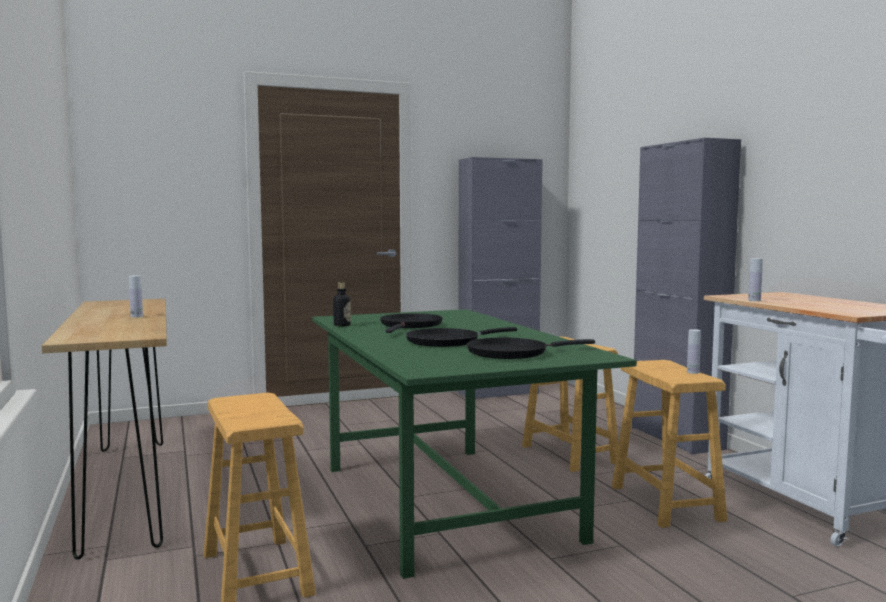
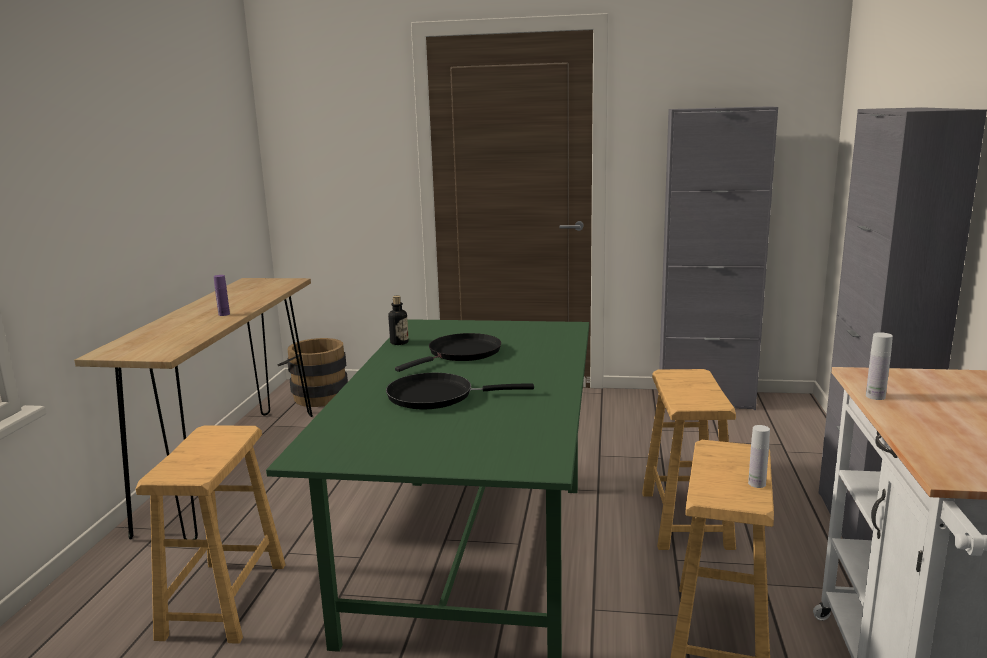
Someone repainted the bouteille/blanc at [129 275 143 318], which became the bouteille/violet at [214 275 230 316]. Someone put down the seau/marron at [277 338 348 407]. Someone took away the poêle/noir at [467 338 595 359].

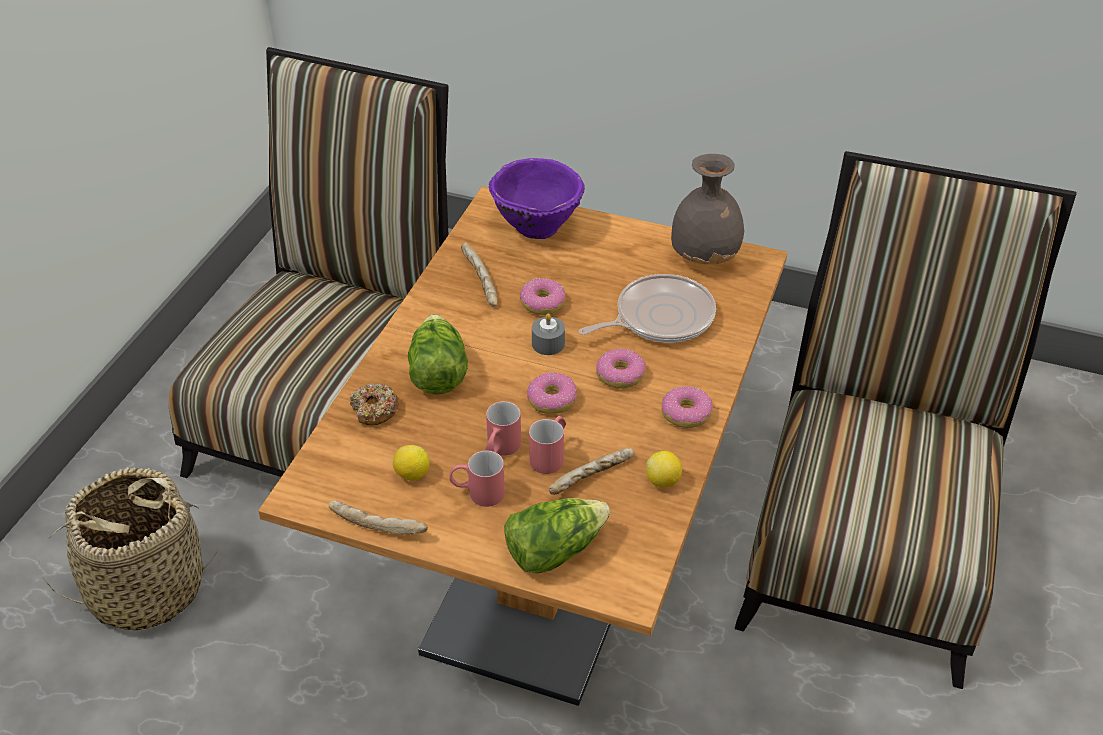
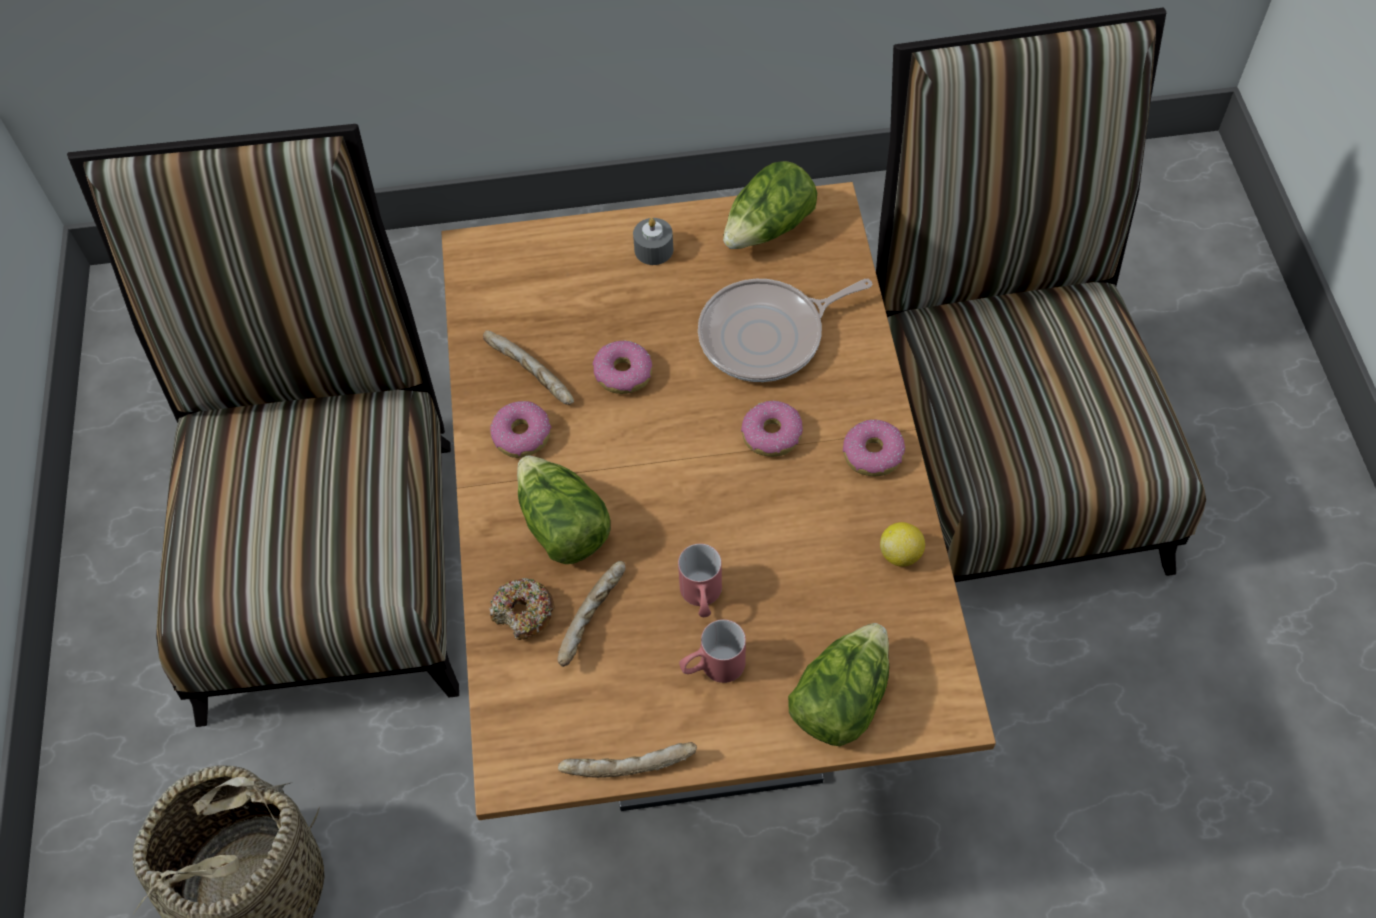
Someone carried the beignet from [527 372 577 414] to [490 401 551 458]. Someone carried the pain from [549 448 635 495] to [557 561 625 667]. Someone carried the bougie/gris from [532 313 565 355] to [633 218 673 265]. Someone rotated the poêle at [578 274 716 343] by 150 degrees counterclockwise. Someone swapped the vase/gris at [671 154 744 264] for the laitue at [723 161 817 249]. Someone took away the citron at [393 445 430 481]. Someone took away the bol/violet at [489 158 585 239]. Someone took away the mug/rouge at [529 416 566 474].

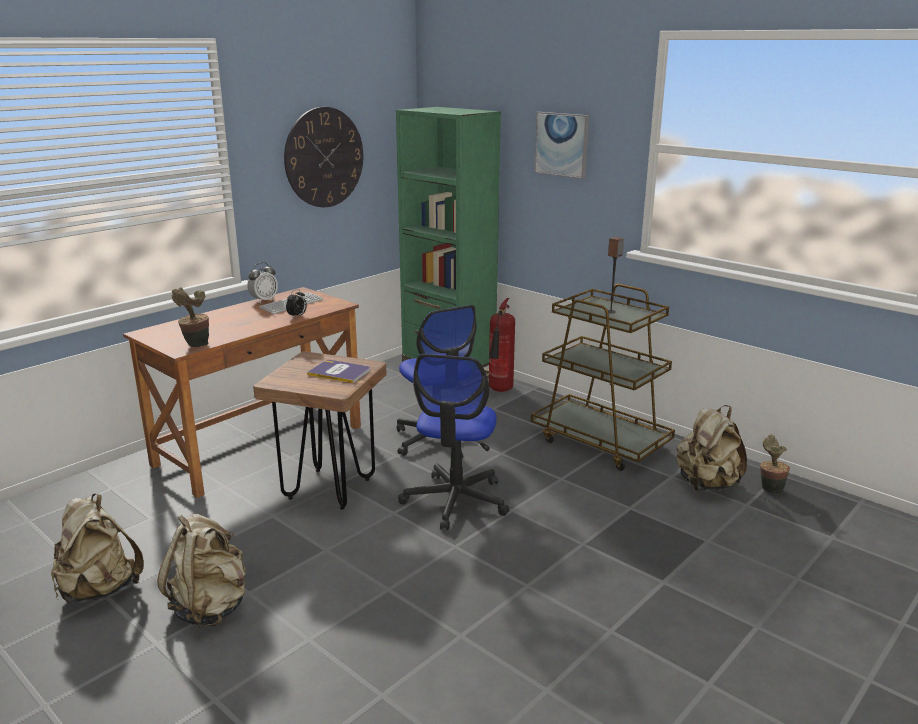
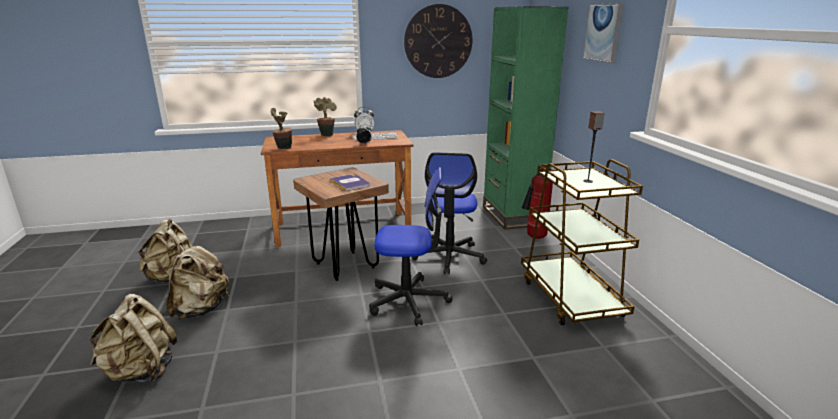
Someone carried the sac à dos/beige from [676 405 747 492] to [88 294 178 382]. Someone carried the plante en pot from [760 434 790 495] to [314 97 337 137]. Someone rotated the chaise de bureau at [398 354 510 530] by 135 degrees counterclockwise.

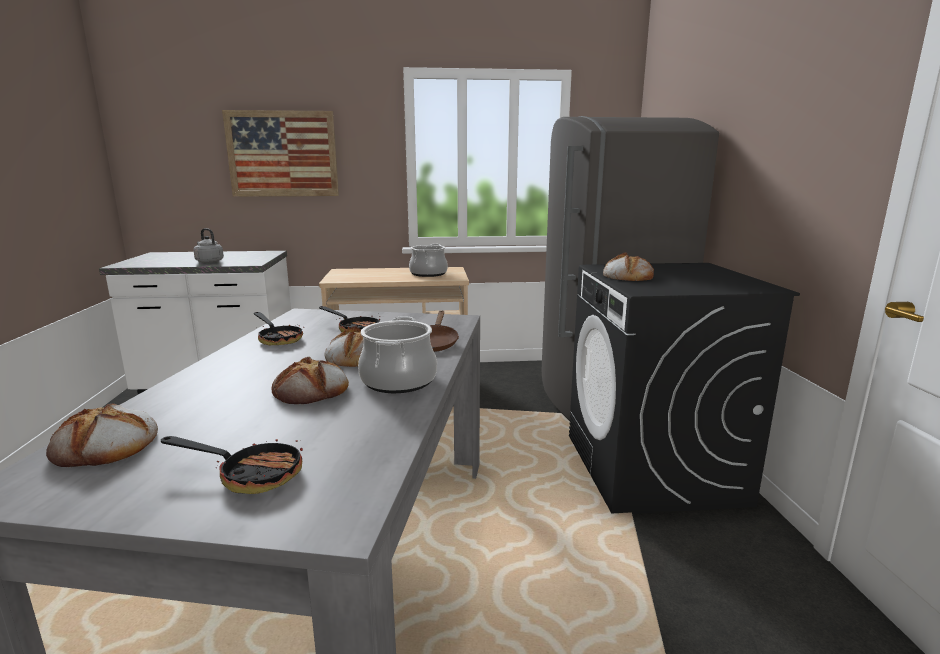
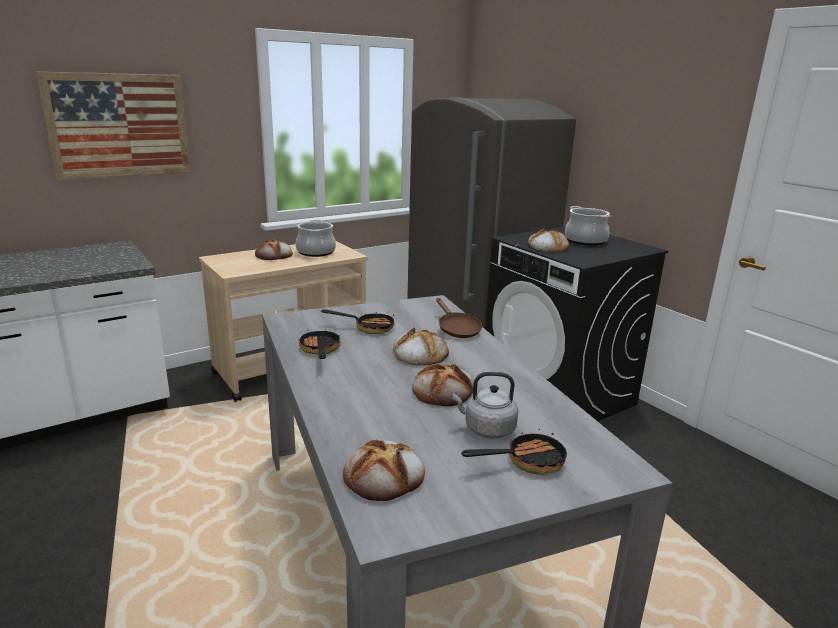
Someone put down the pain at [255 239 293 260]. Someone rotated the poêle at [254 312 304 345] by 120 degrees counterclockwise. Someone carried the bouilloire/gris from [193 228 224 263] to [452 372 518 439]. Someone carried the marmite from [358 316 437 393] to [565 206 610 246].

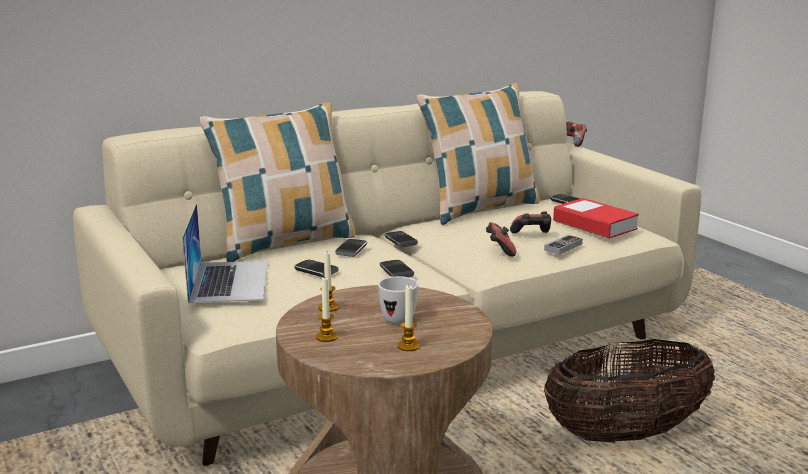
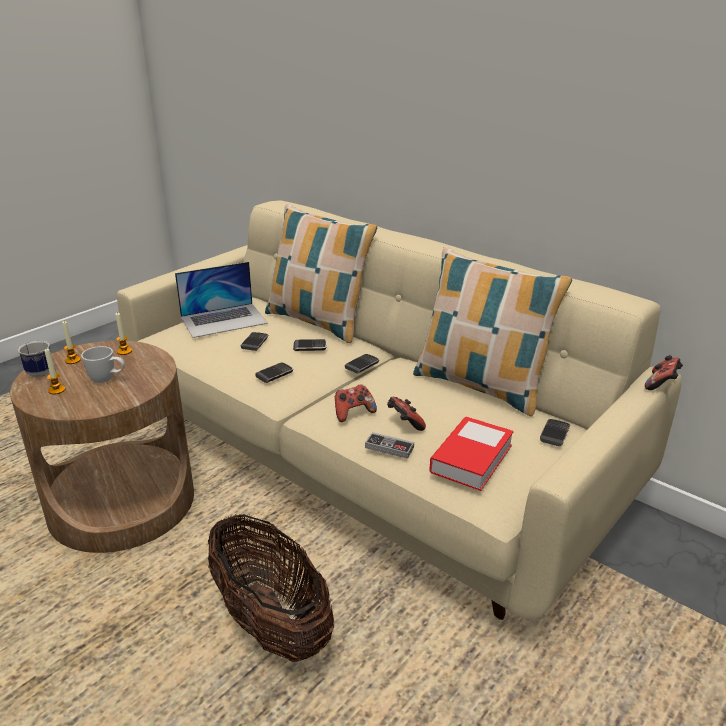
Someone put down the mug at [18 341 50 377].

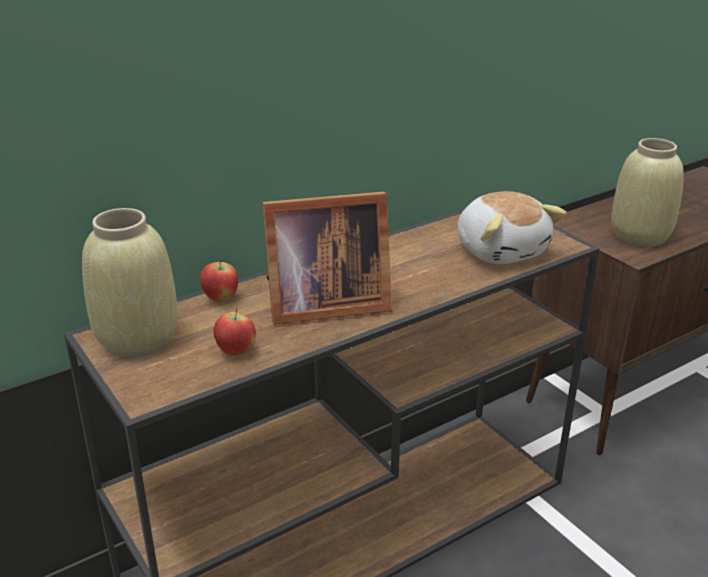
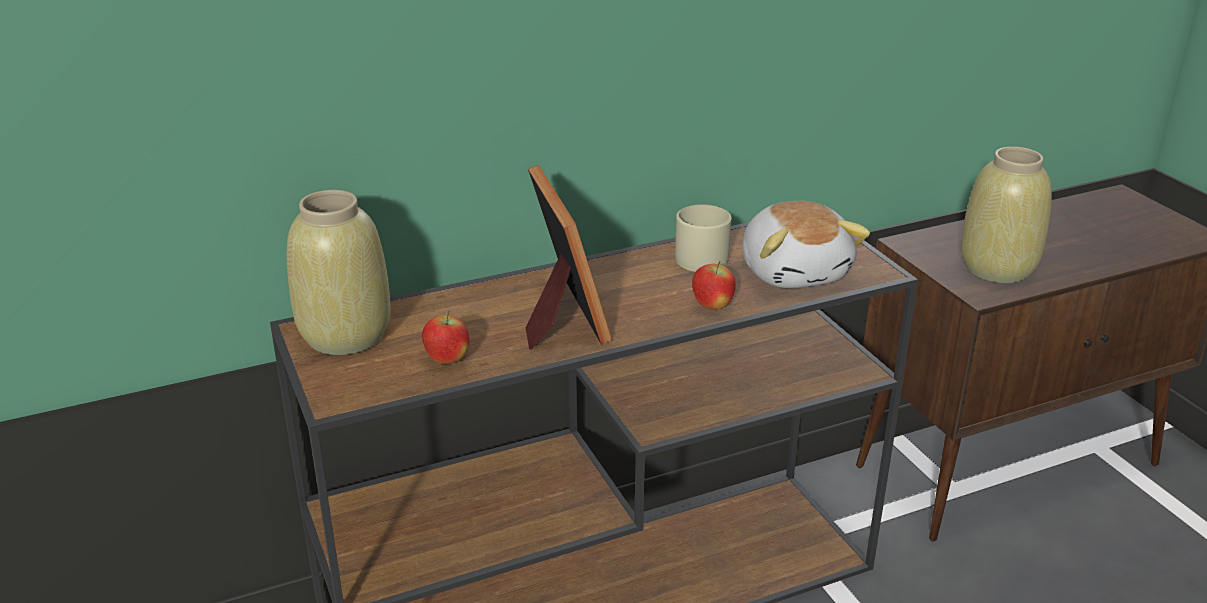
Someone rotated the cadre photo at [262 192 392 324] by 105 degrees counterclockwise. Someone put down the mug/beige at [675 204 732 272]. Someone carried the pomme from [200 259 238 301] to [692 261 736 310].

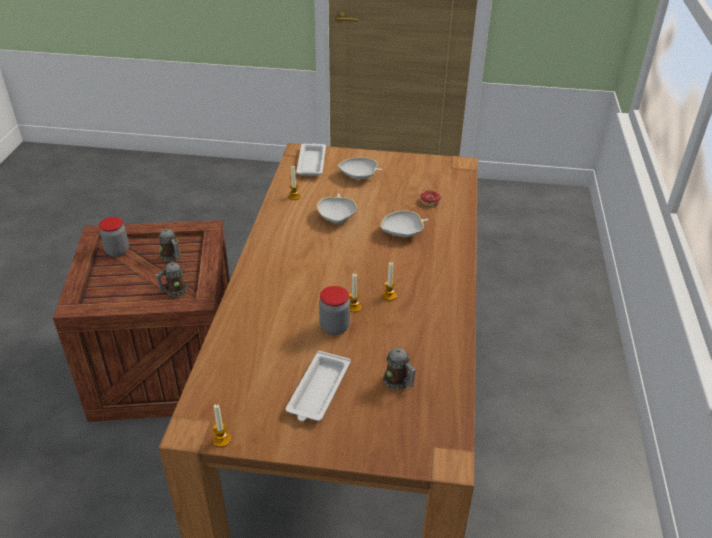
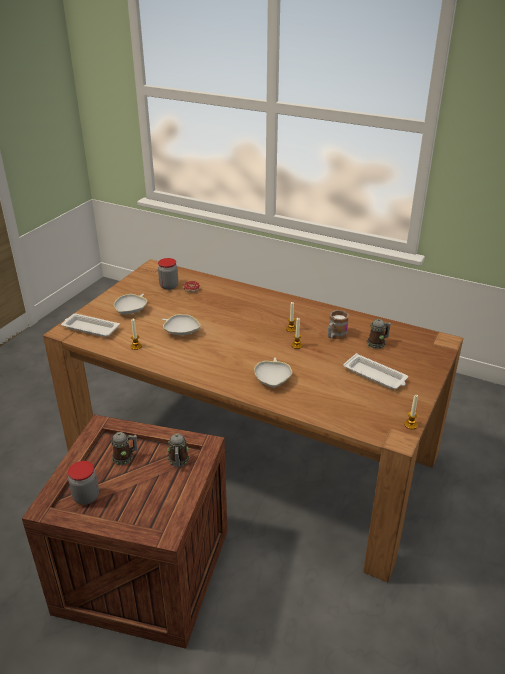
Someone carried the bocal from [319 286 350 335] to [158 258 178 290]. Someone carried the bol/blanc from [381 210 429 237] to [254 358 292 387]. Someone put down the mug at [328 310 349 339].

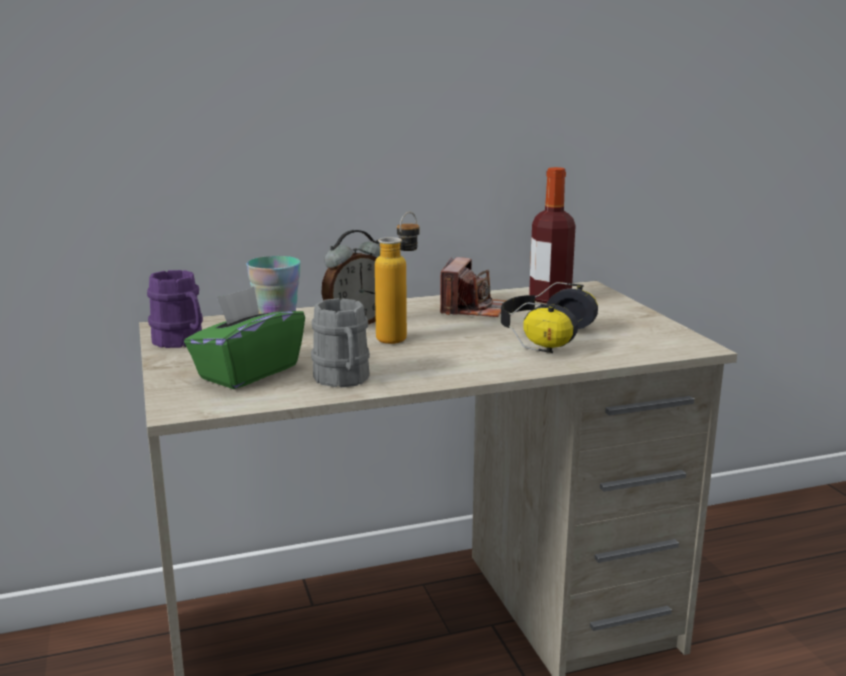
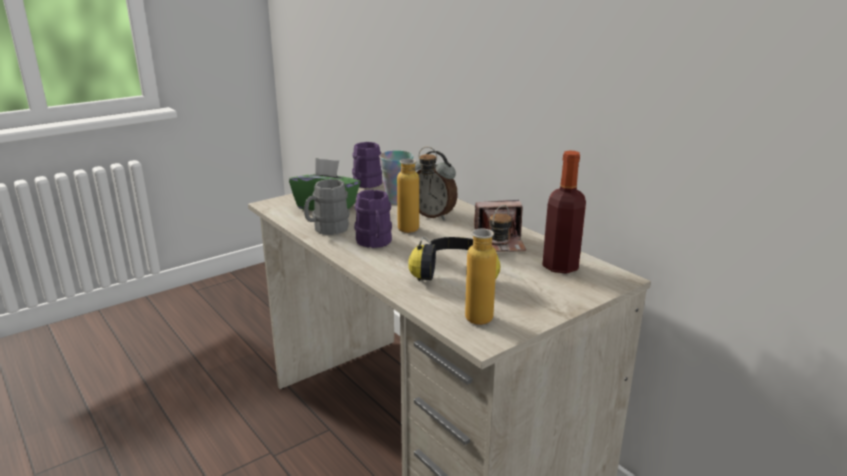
Someone put down the mug/violet at [354 190 392 248]. Someone put down the bouteille at [465 205 511 325].

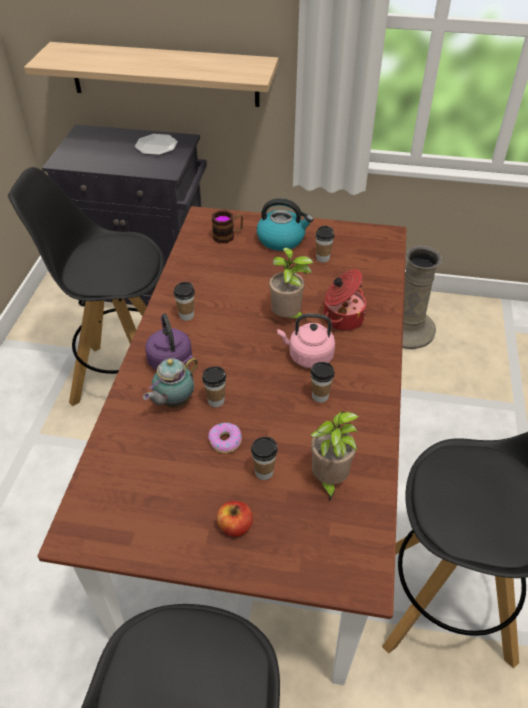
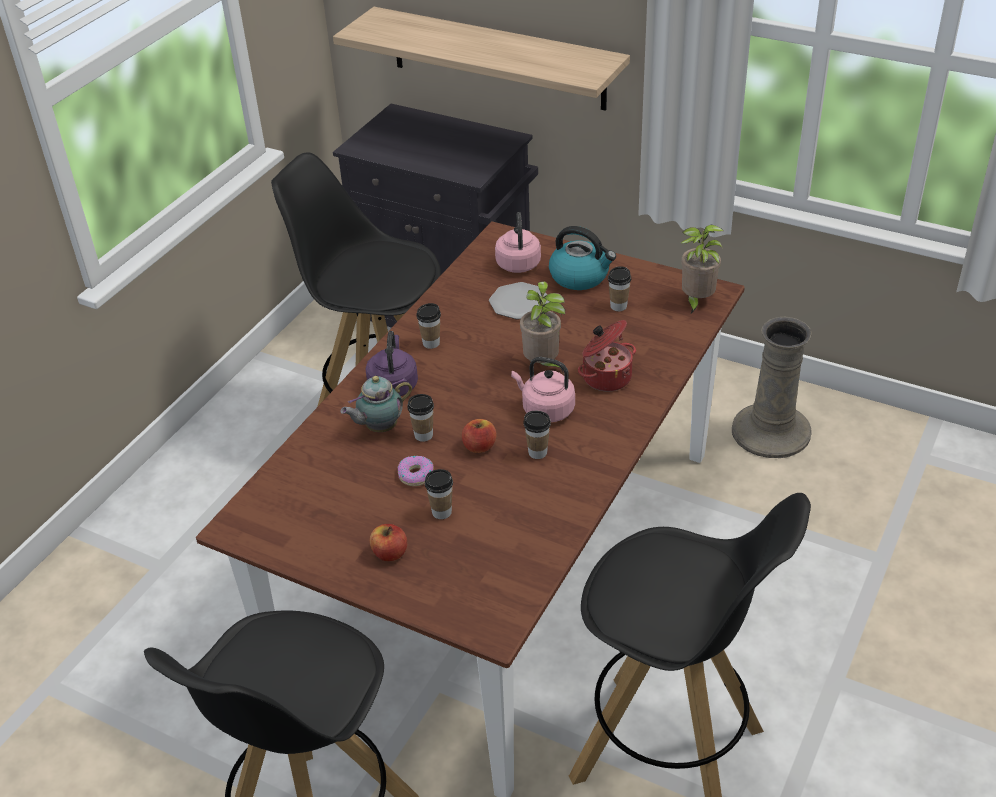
Someone put down the pomme at [462 419 496 453]. Someone carried the assiette from [135 134 178 155] to [489 282 550 319]. Someone swapped the mug at [212 210 243 243] for the bouilloire/rose at [495 212 541 273]. Someone carried the plante en pot from [310 411 359 501] to [681 225 723 315].

